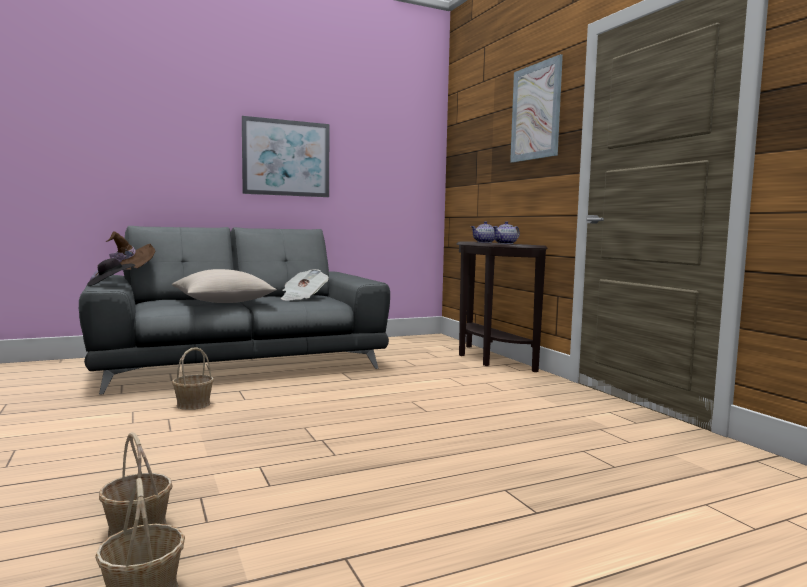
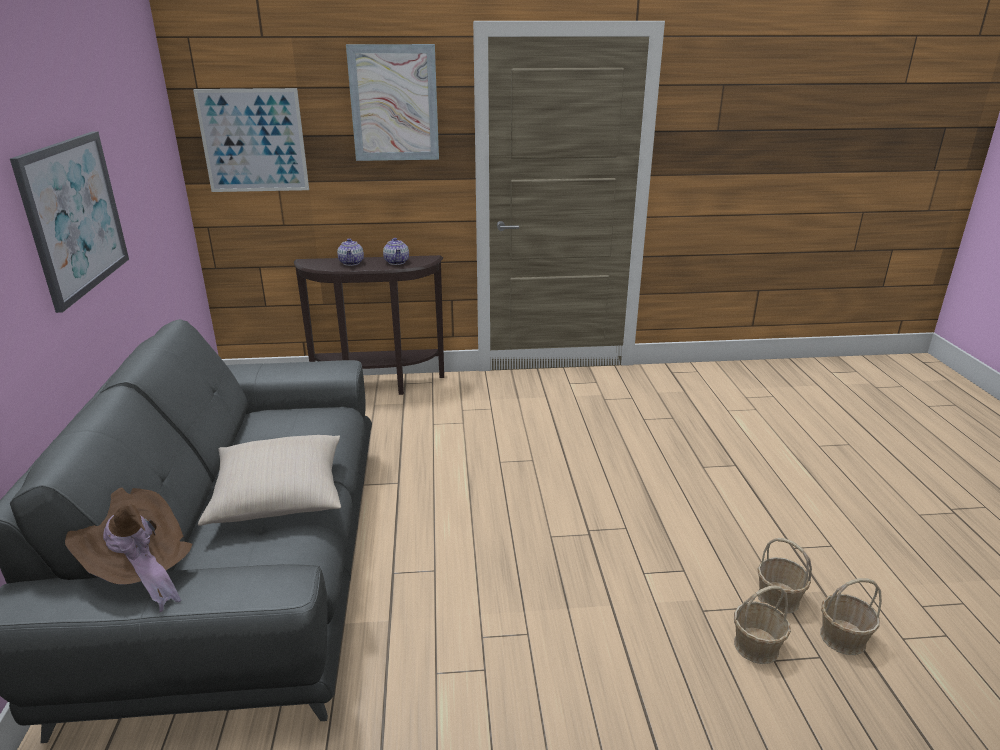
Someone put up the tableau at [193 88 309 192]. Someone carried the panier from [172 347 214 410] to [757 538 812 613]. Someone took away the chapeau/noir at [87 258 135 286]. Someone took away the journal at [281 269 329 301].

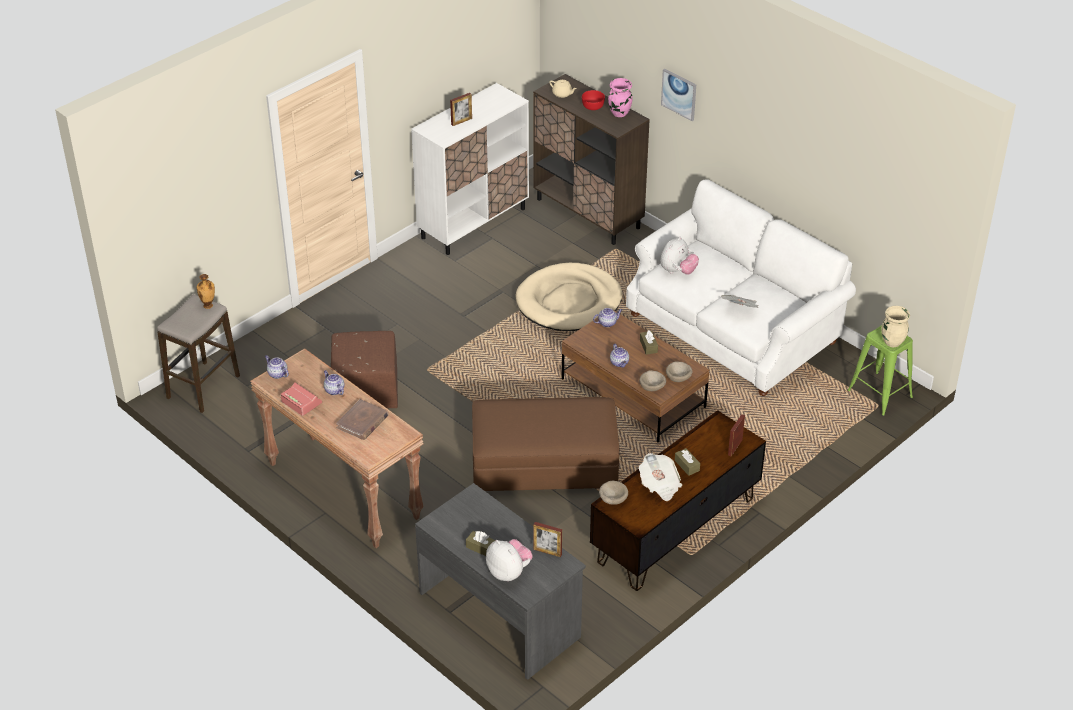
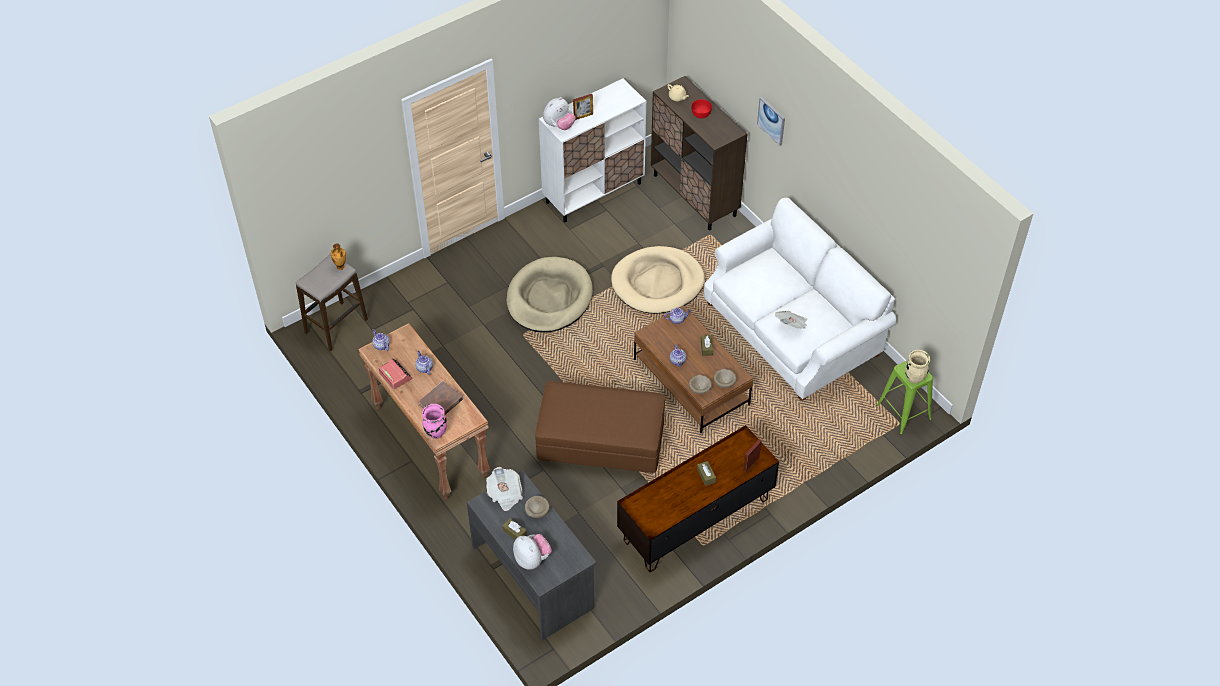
Someone carried the vase/rose from [608 78 633 117] to [422 404 447 439]. Someone carried the journal from [639 453 682 501] to [486 467 523 511]. Someone put down the panier pour chien/beige at [506 257 593 333]. Someone carried the bol/beige from [599 481 628 505] to [525 496 549 518]. Someone carried the peluche from [660 237 699 275] to [543 97 575 130]. Someone took away the pouf/marron at [331 331 398 408]. Someone took away the cadre photo at [533 522 562 557].

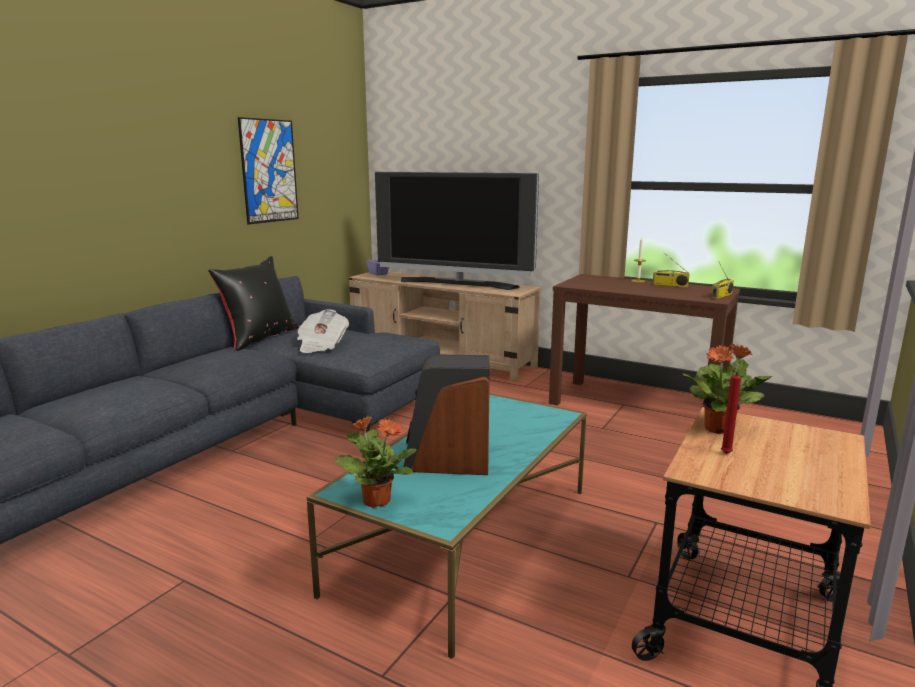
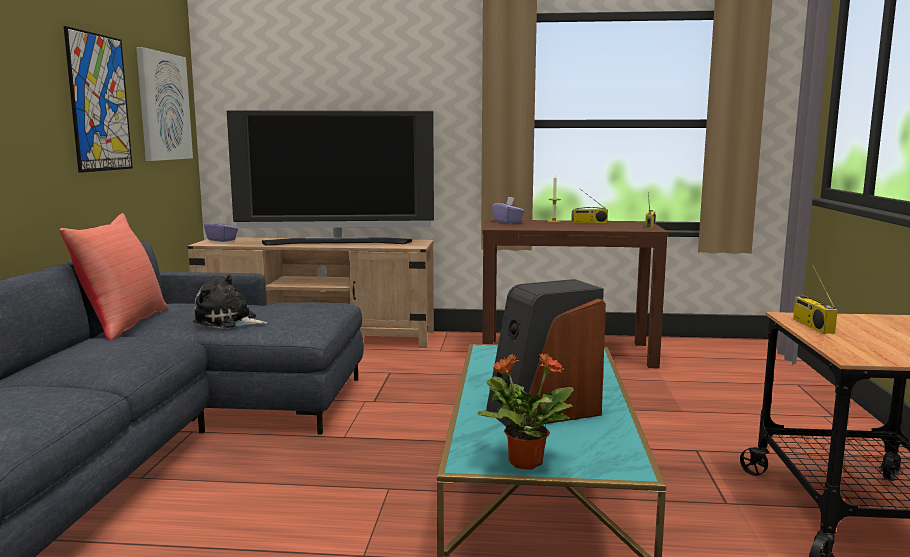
Someone repainted the coussin/noir at [208 256 299 351], which became the coussin/rouge at [59 213 168 340]. Someone put up the tableau at [136 47 193 161]. Someone swapped the journal at [297 309 349 353] for the peluche at [192 274 268 328]. Someone put down the boîte à mouchoirs/violet at [492 196 525 224]. Someone swapped the plante en pot at [683 344 772 434] for the radio at [793 264 838 334]. Someone took away the bougie/rouge at [721 370 741 454].

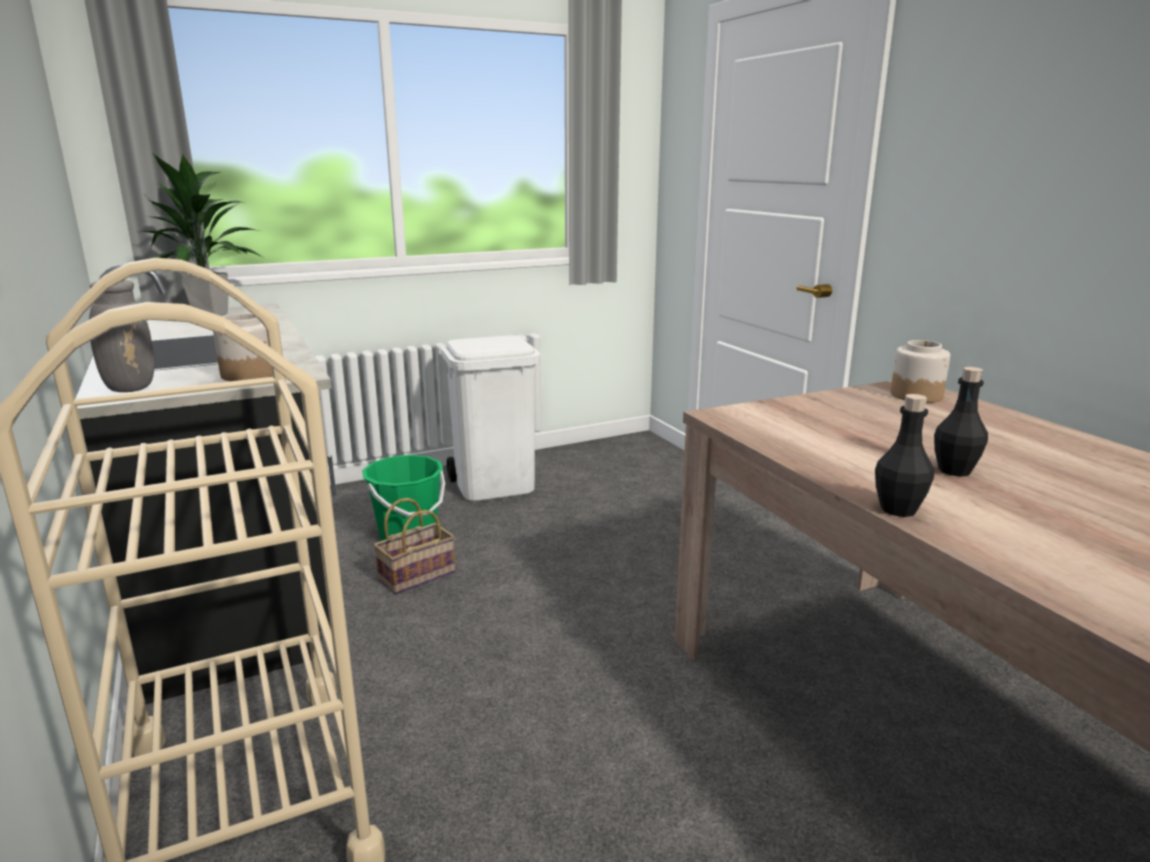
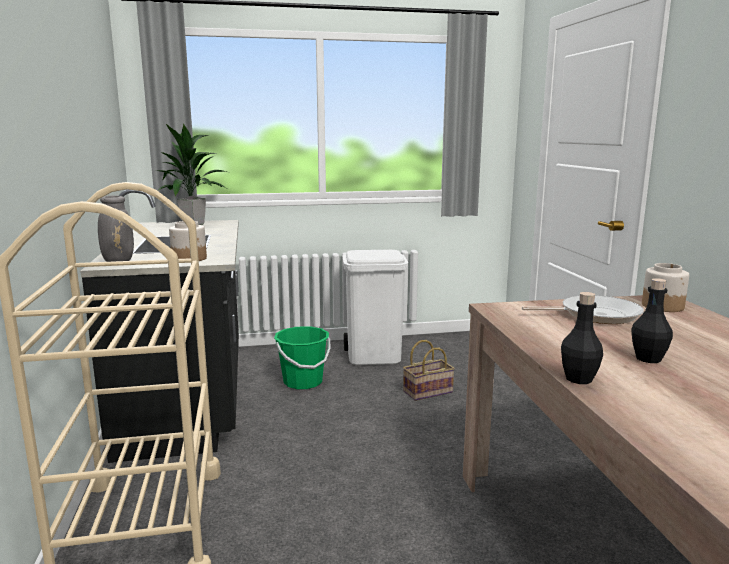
Someone carried the panier from [374 498 456 595] to [403 340 455 401]. Someone put down the poêle at [522 295 644 324].

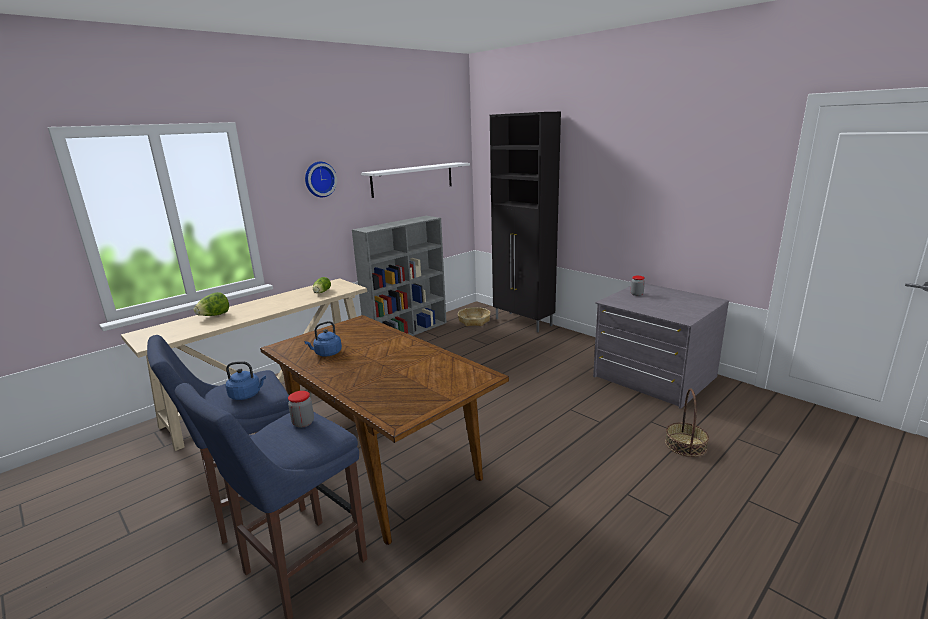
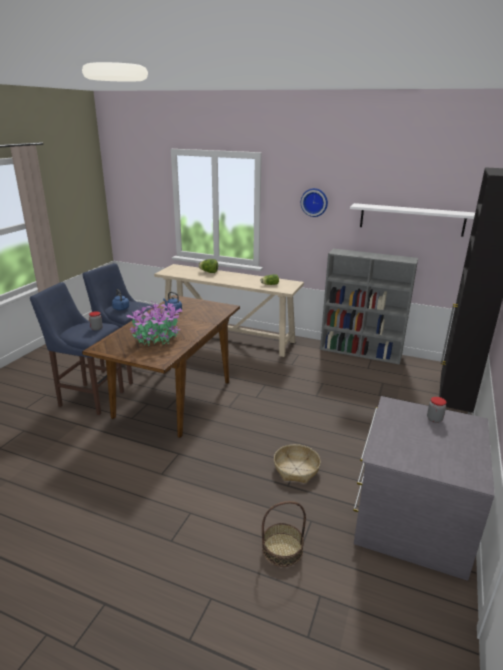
Someone put down the plante en pot at [126 301 182 346]. Someone carried the panier from [458 307 491 326] to [274 444 321 483].

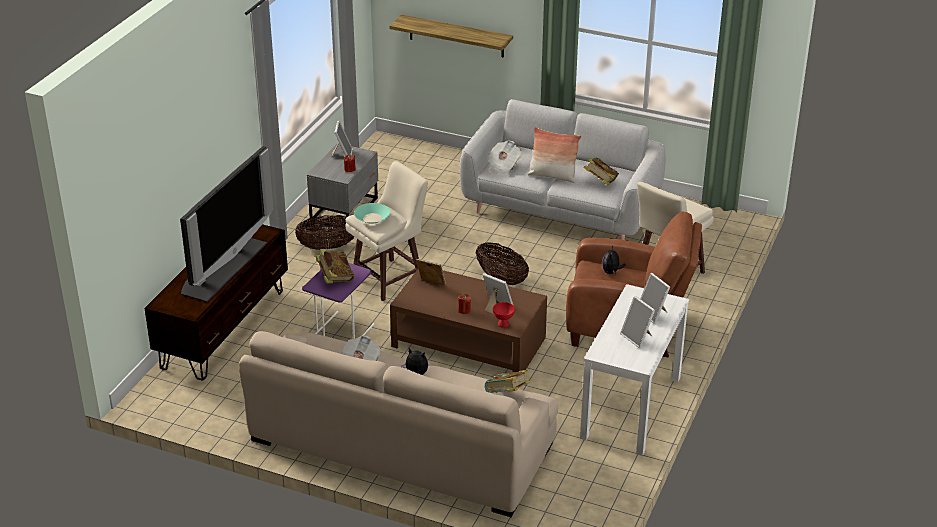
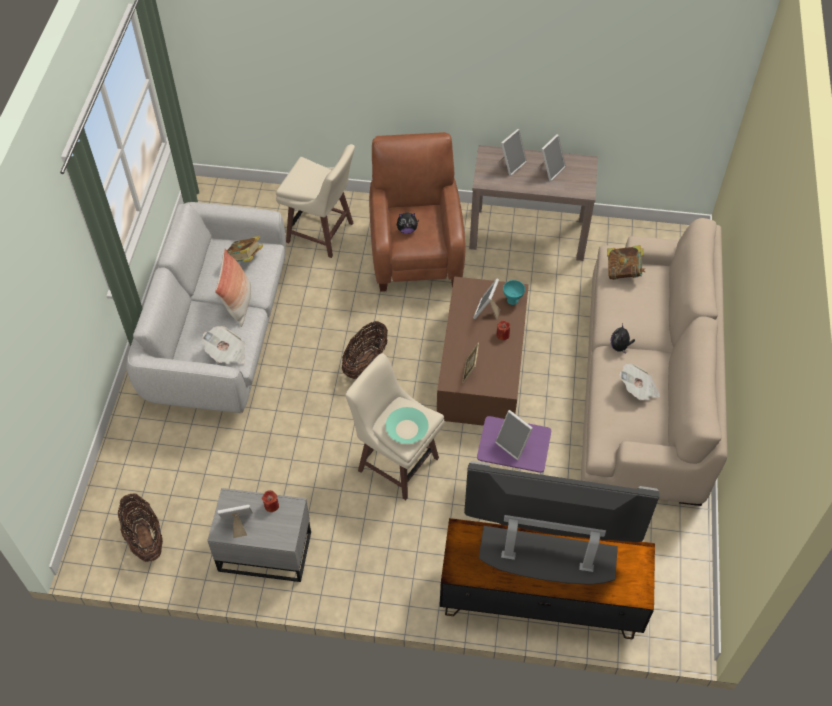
Someone carried the panier from [295 215 354 250] to [118 494 163 562]. Someone repainted the table console/blanc at [580 284 689 456], which became the table console/marron at [469 145 598 261]. Someone swapped the livre at [315 249 354 283] for the cadre photo at [495 410 533 460]. Someone repainted the bol/rouge at [493 302 515 328], which became the bol/turquoise at [503 280 525 305]. Someone took away the étagère at [389 15 513 58].

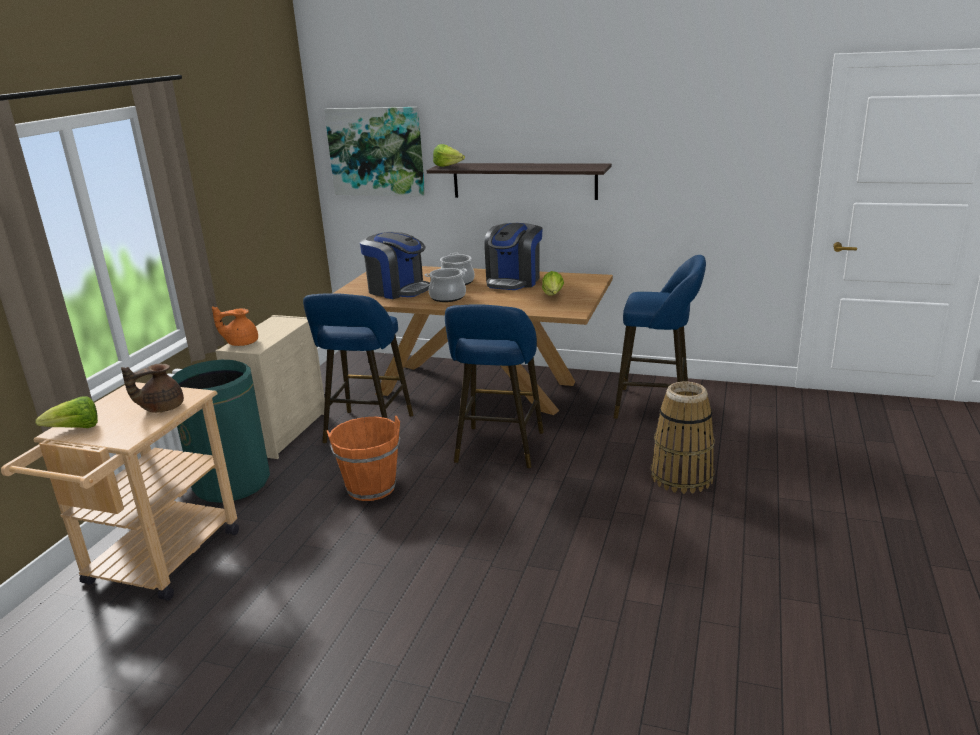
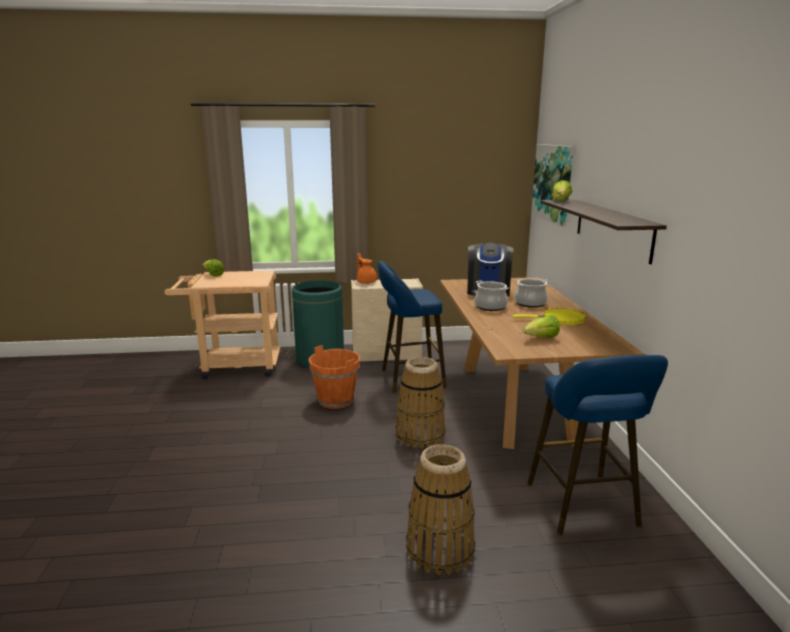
Someone swapped the tabouret/bleu at [445 304 544 468] for the panier at [395 357 446 449]. Someone swapped the machine à café at [484 223 543 290] for the poêle/jaune at [513 309 586 325]. Someone took away the théière/marron at [121 364 184 413].

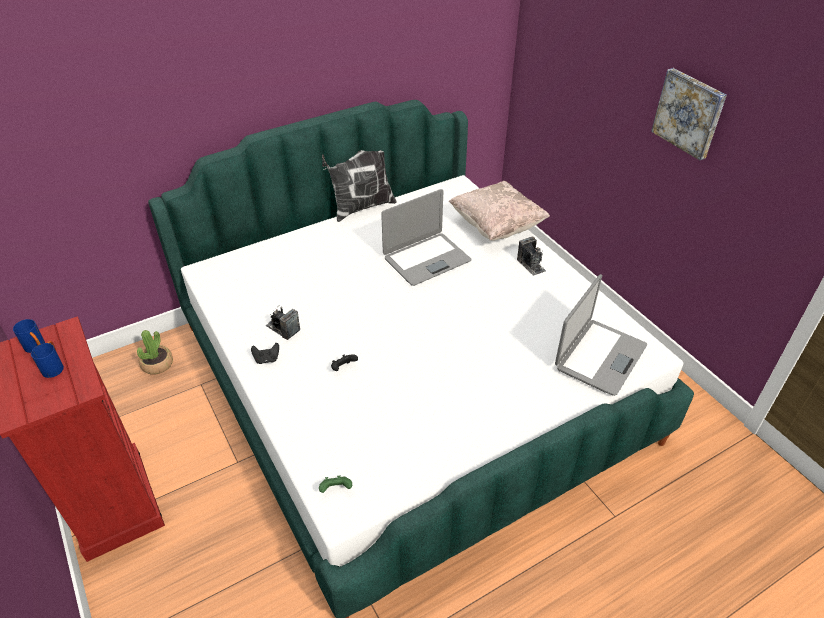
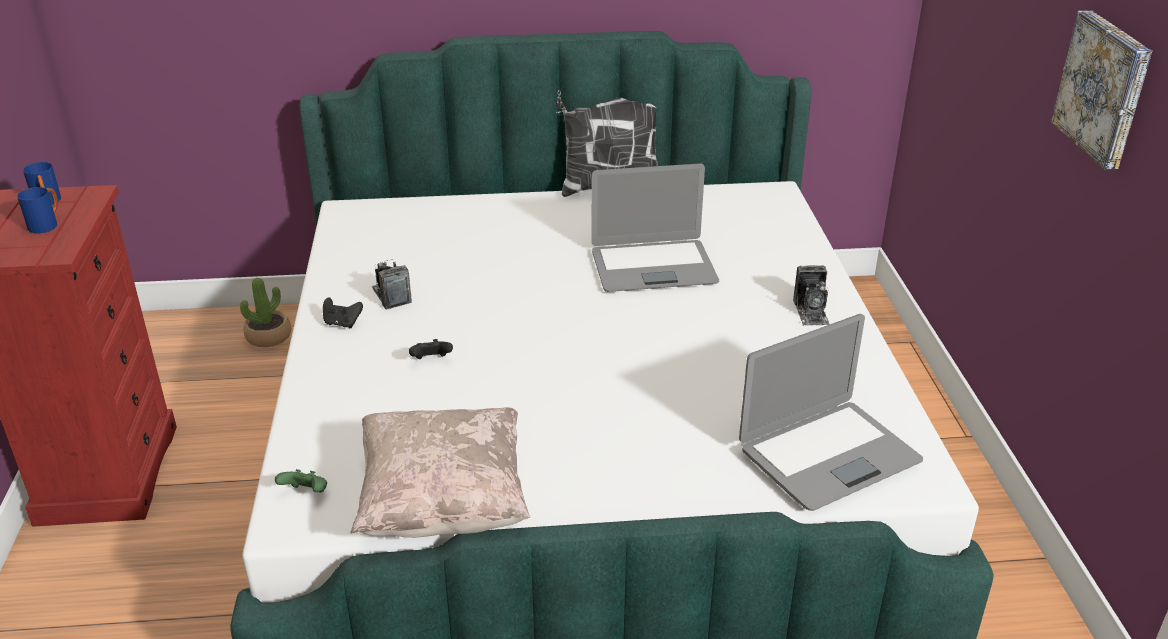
Someone carried the coussin/beige from [449 181 550 241] to [351 407 530 538].

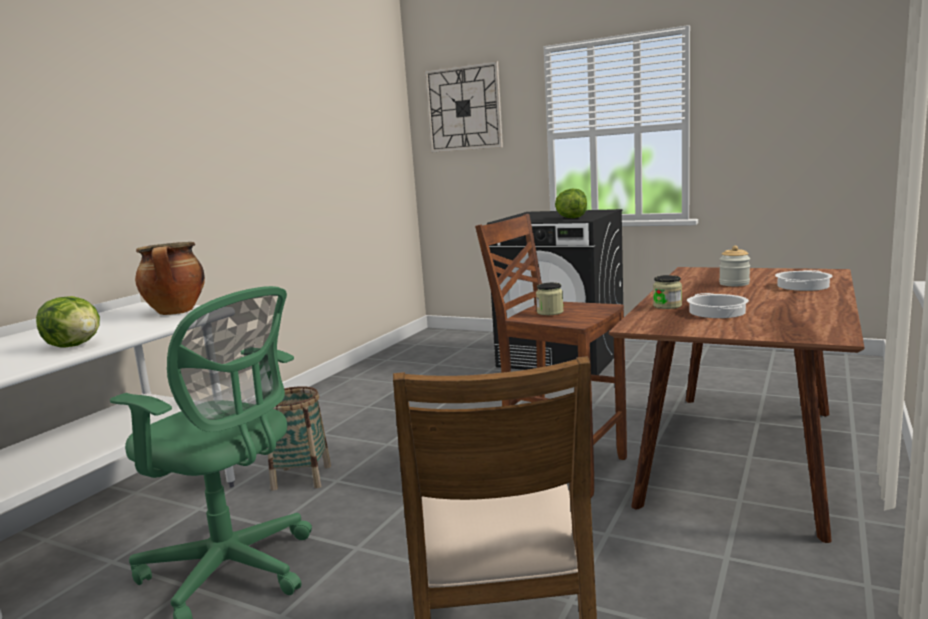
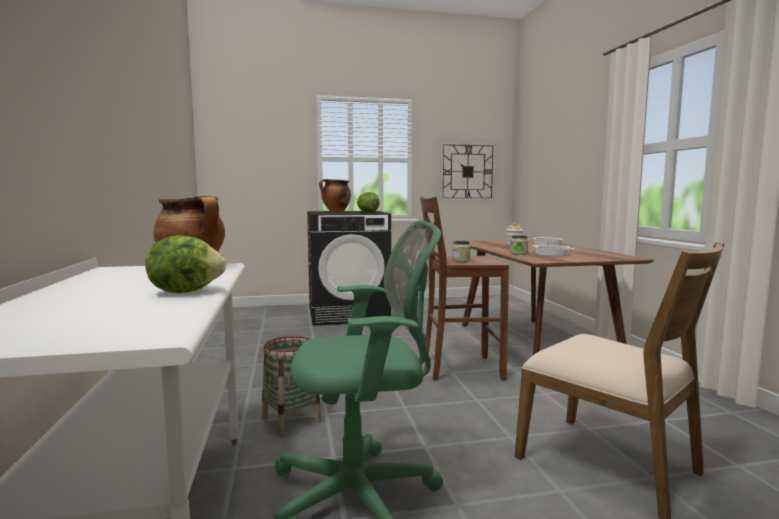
Someone put down the marmite at [319 179 351 212]. Someone carried the horloge murale from [424 61 503 152] to [440 142 496 201].

